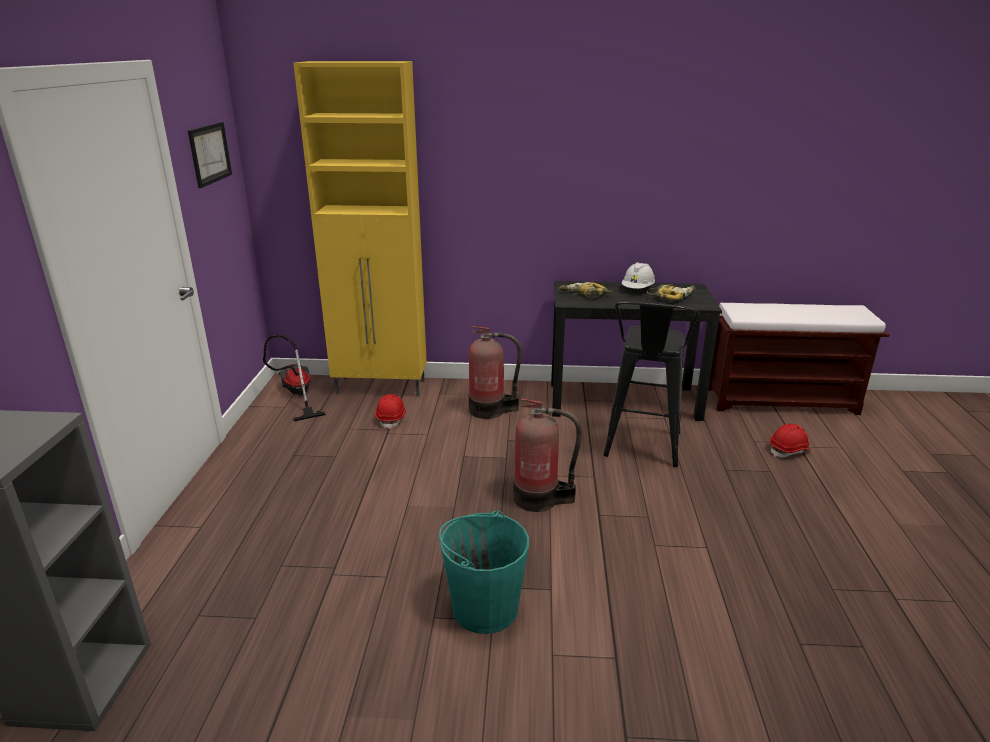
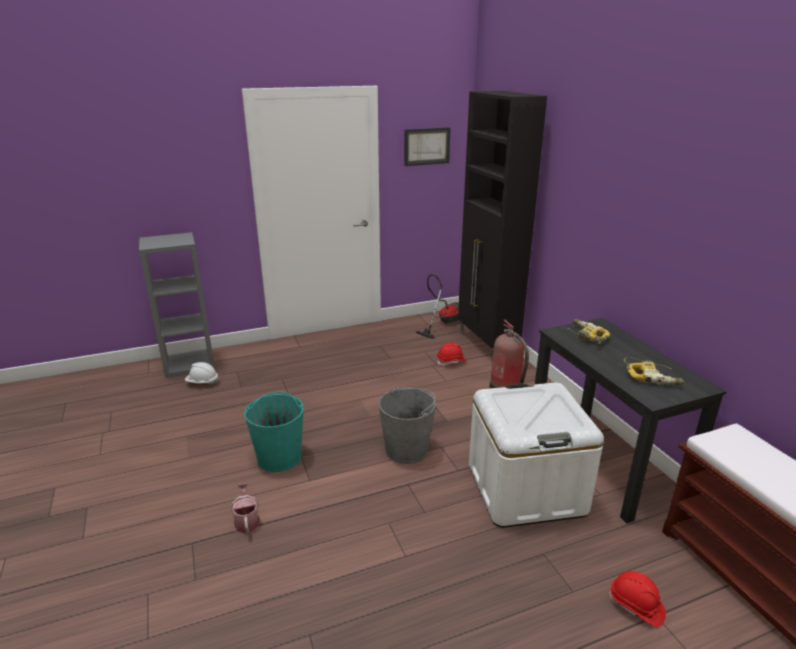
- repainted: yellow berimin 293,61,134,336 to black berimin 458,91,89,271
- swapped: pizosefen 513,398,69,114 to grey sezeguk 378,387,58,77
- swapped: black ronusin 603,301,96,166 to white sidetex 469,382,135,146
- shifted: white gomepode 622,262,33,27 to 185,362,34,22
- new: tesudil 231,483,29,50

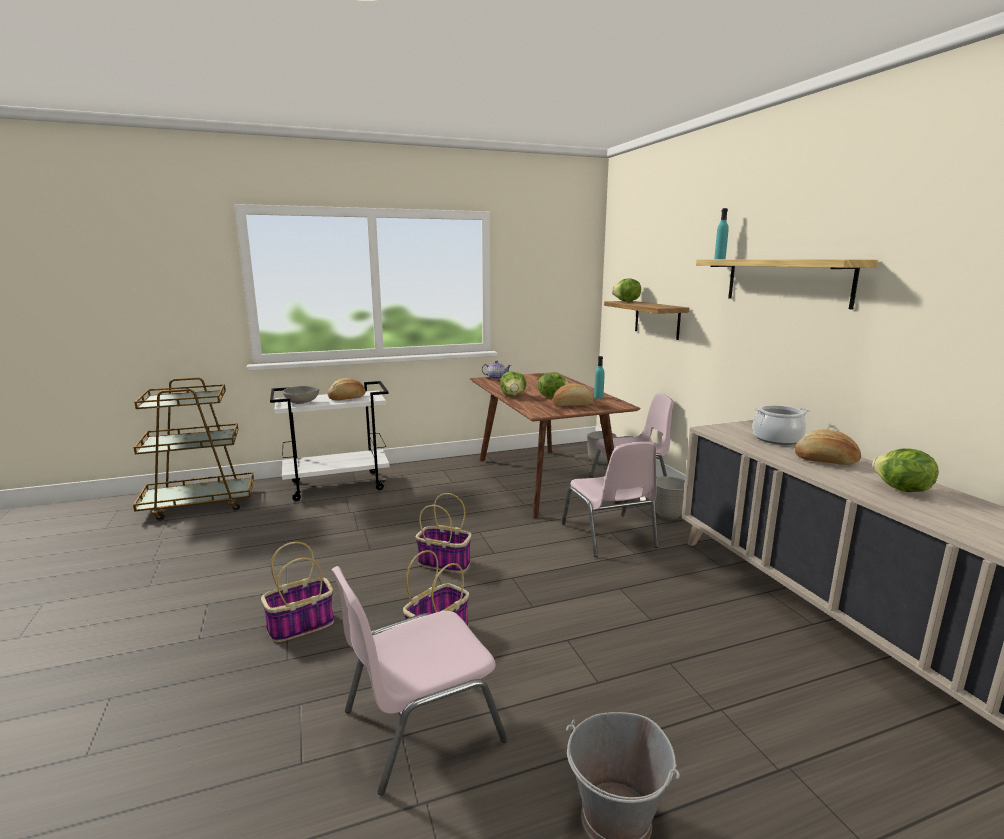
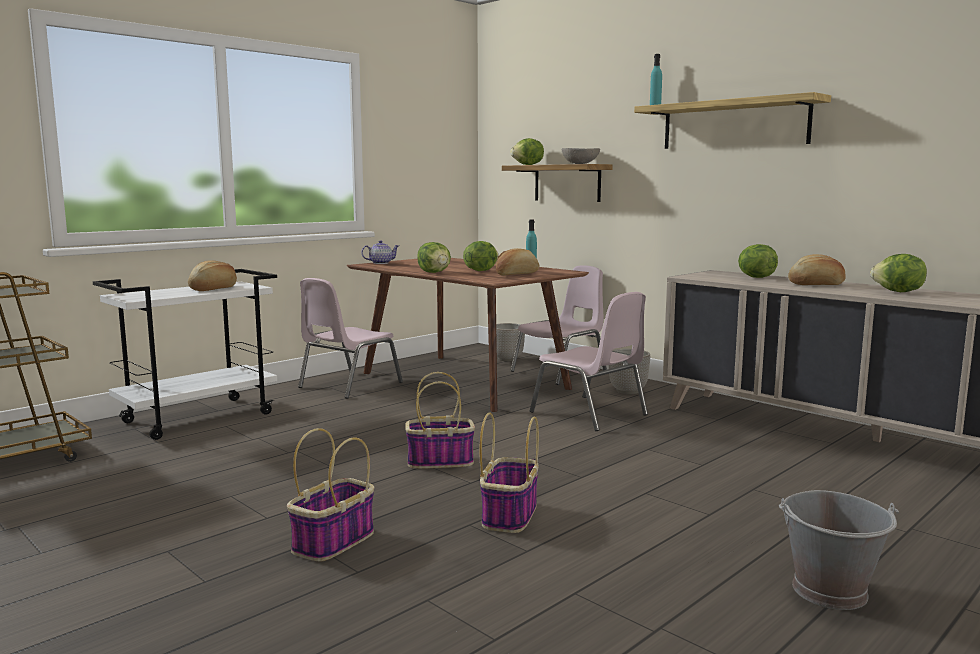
- shifted: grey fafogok 283,386,36,18 to 562,148,38,16
- shifted: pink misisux 331,566,176,230 to 298,278,105,121
- swapped: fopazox 752,405,58,40 to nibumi 738,244,40,34

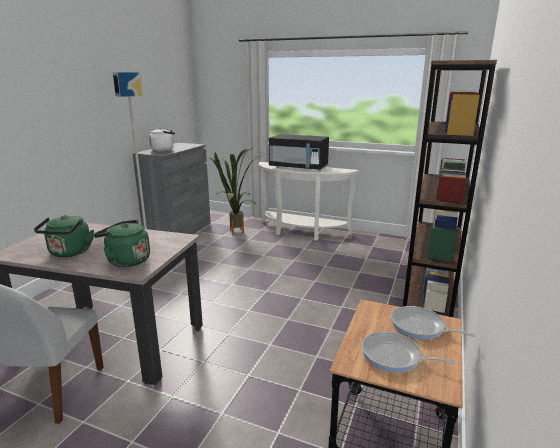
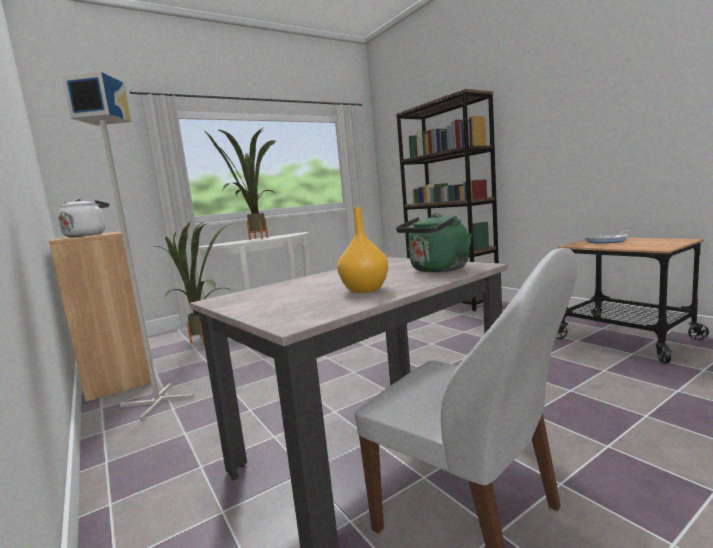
- swapped: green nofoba 34,215,60,42 to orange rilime 337,207,51,86
- repainted: grey berimin 133,143,78,91 to brown berimin 49,232,102,170
- swapped: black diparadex 269,134,60,37 to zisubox 203,128,73,112
- gone: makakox 361,331,94,42

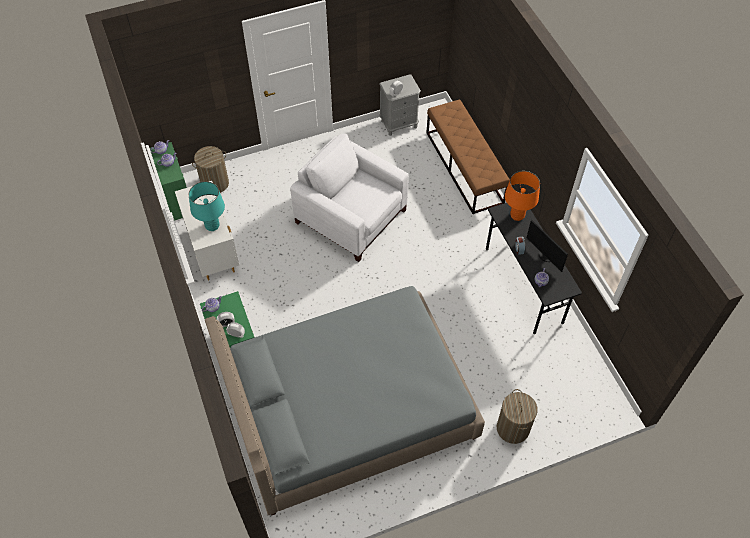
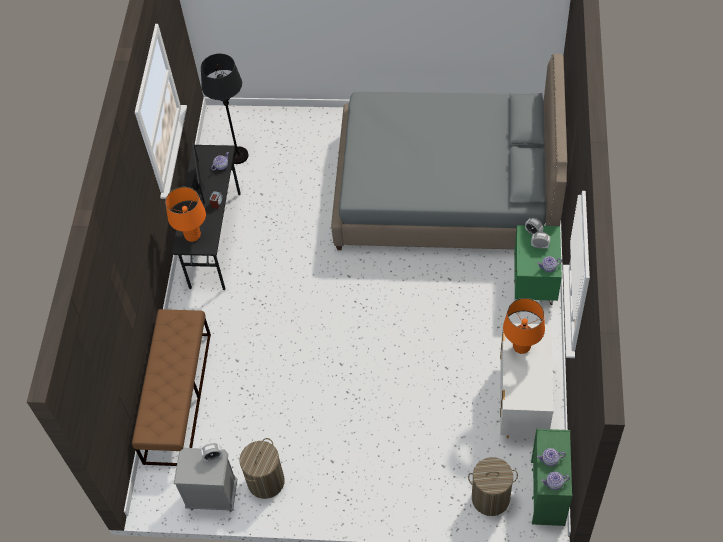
- repainted: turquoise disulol 189,181,36,50 to orange disulol 503,298,42,56
- gone: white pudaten 290,134,119,128
- shifted: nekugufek 497,389,41,55 to 239,438,46,61
- new: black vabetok 201,54,48,110

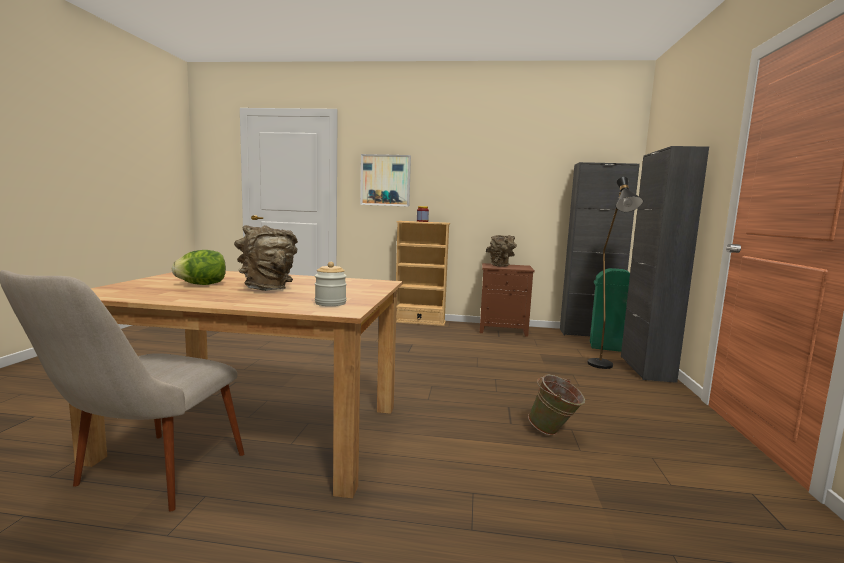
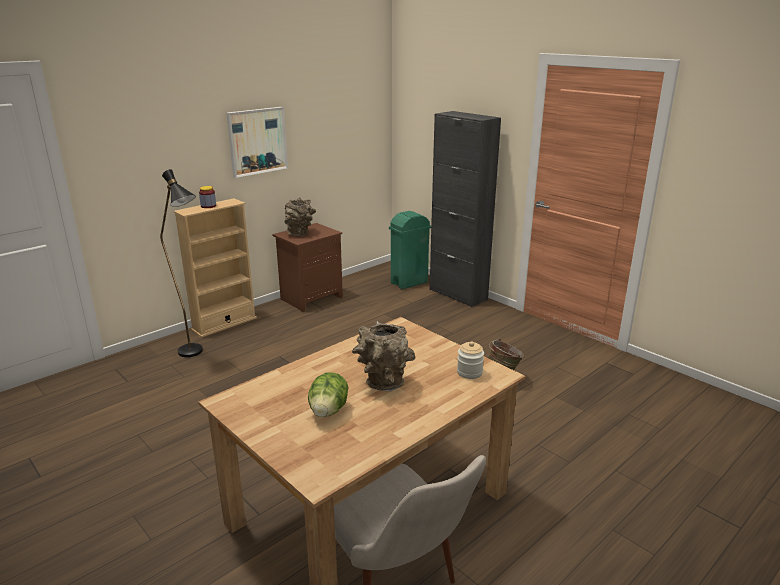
- shifted: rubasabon 360,154,51,53 to 226,107,62,71
- gone: black berimin 560,162,80,174
- shifted: black vabetok 588,177,55,192 to 160,169,43,188

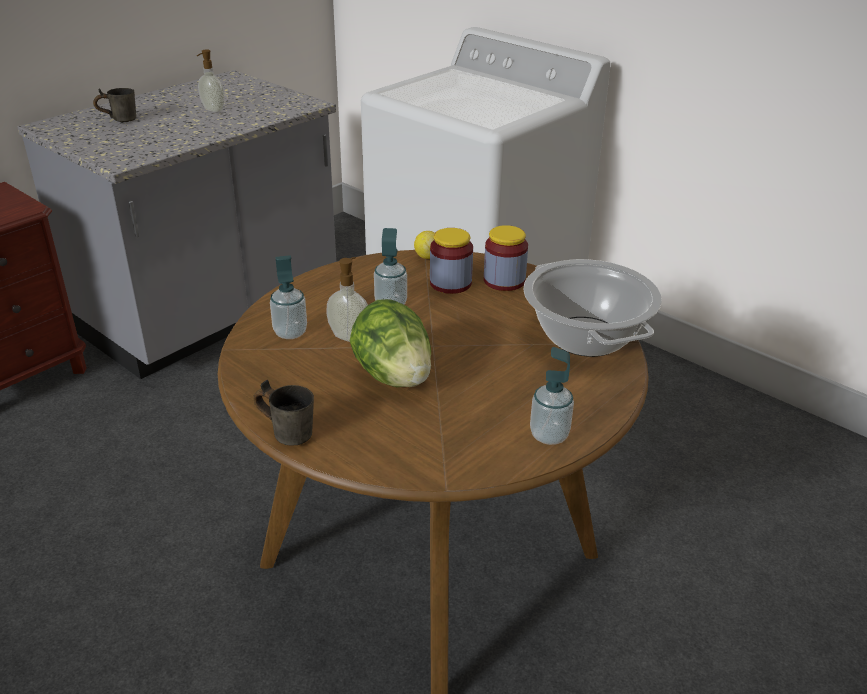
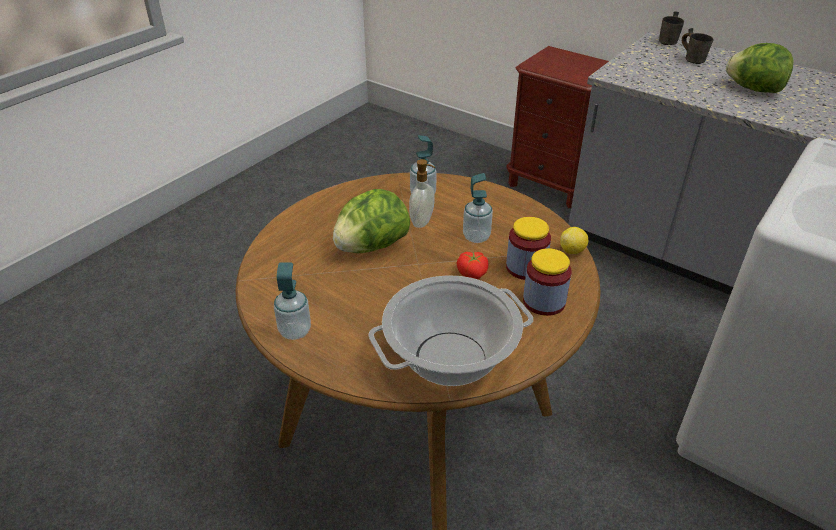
- swapped: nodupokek 197,50,27,62 to nibumi 726,43,68,50
- shifted: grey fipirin 253,380,61,66 to 659,11,25,34
- new: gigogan 457,252,31,27

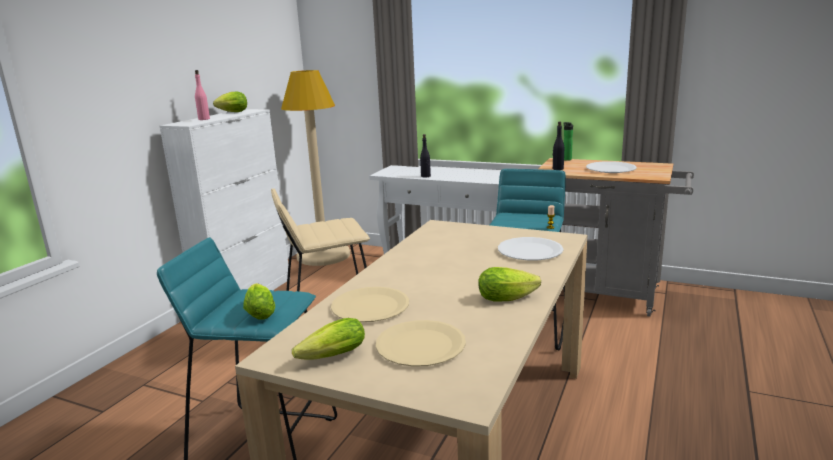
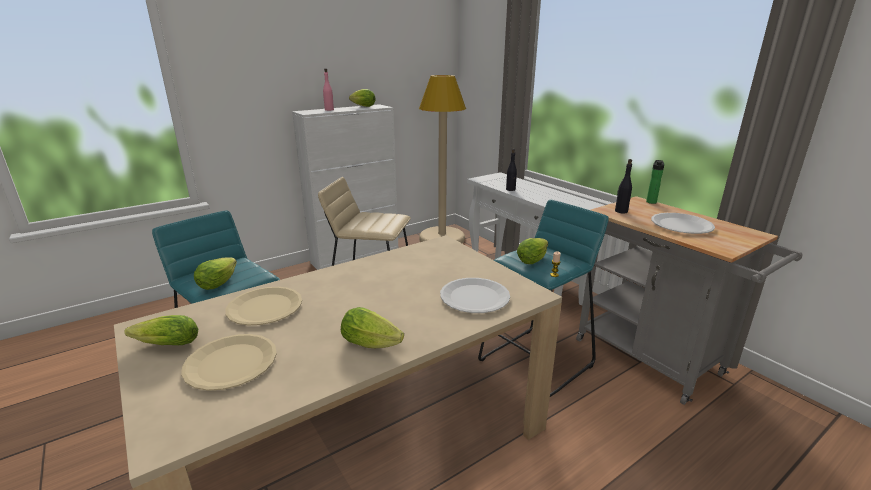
- new: nibumi 517,238,31,26

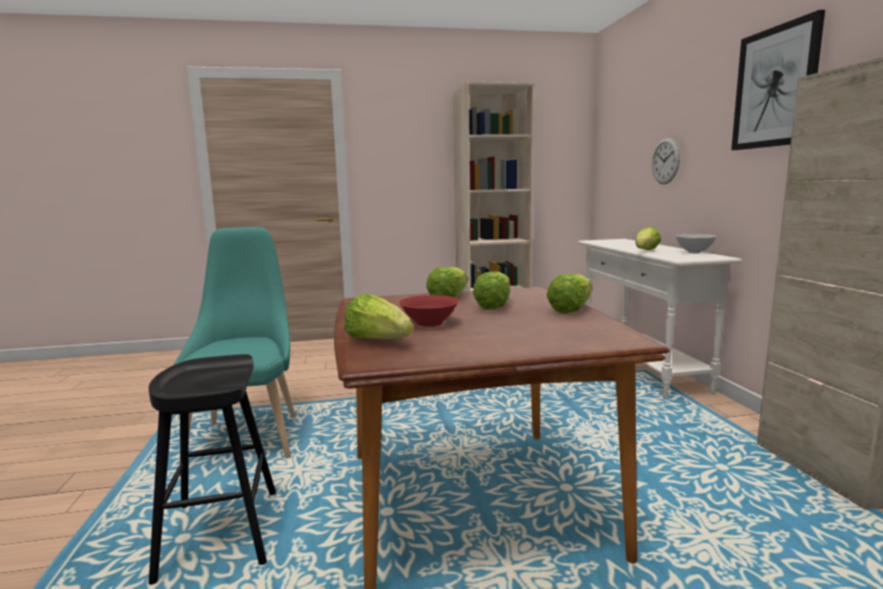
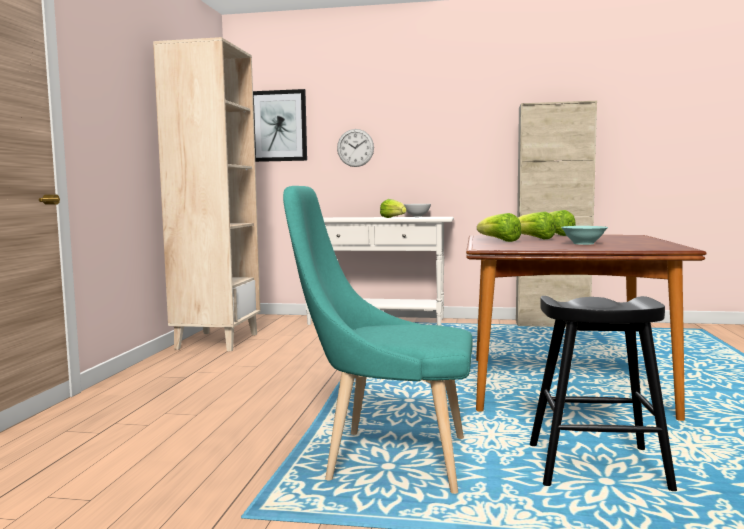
- gone: nibumi 345,294,68,45
- repainted: red fafogok 399,295,60,32 to turquoise fafogok 561,226,47,19
- shifted: rubasabon 731,10,94,140 to 253,89,54,73

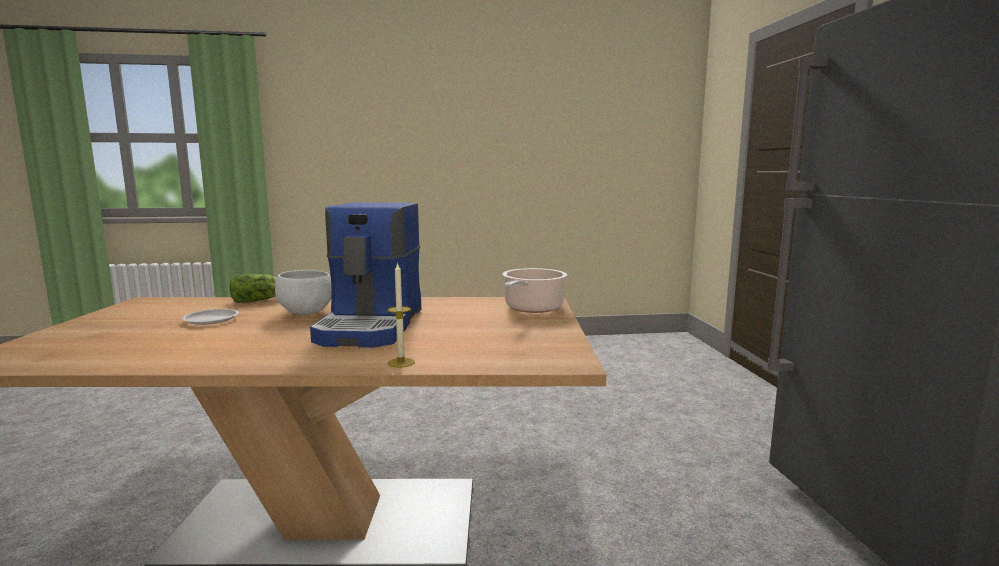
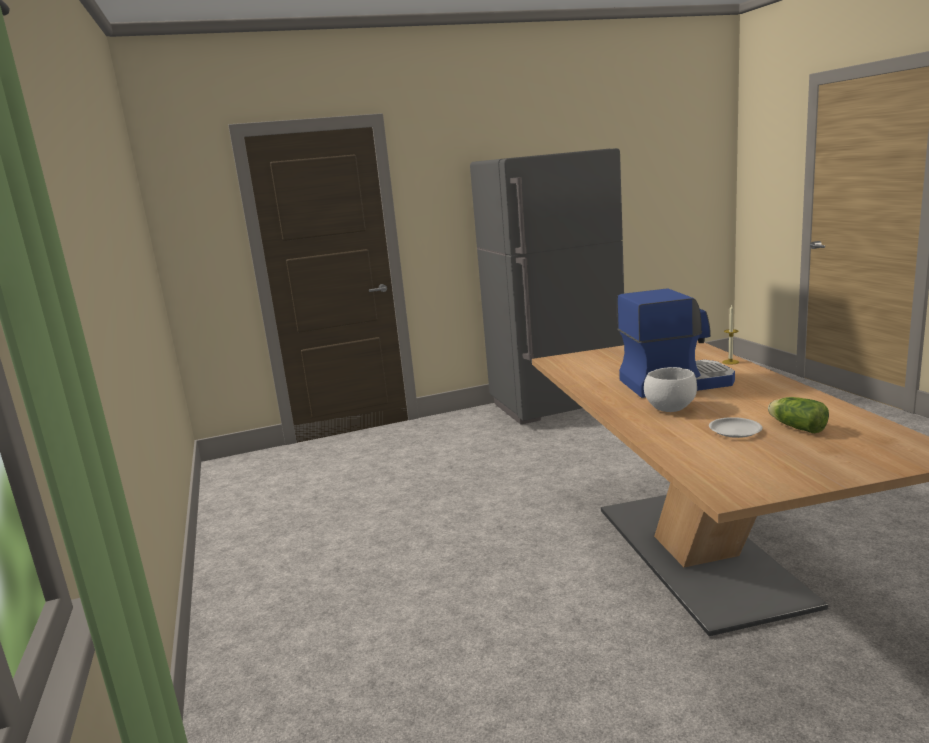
- shifted: nibumi 230,274,47,29 to 768,397,61,36
- gone: fopazox 502,268,65,45

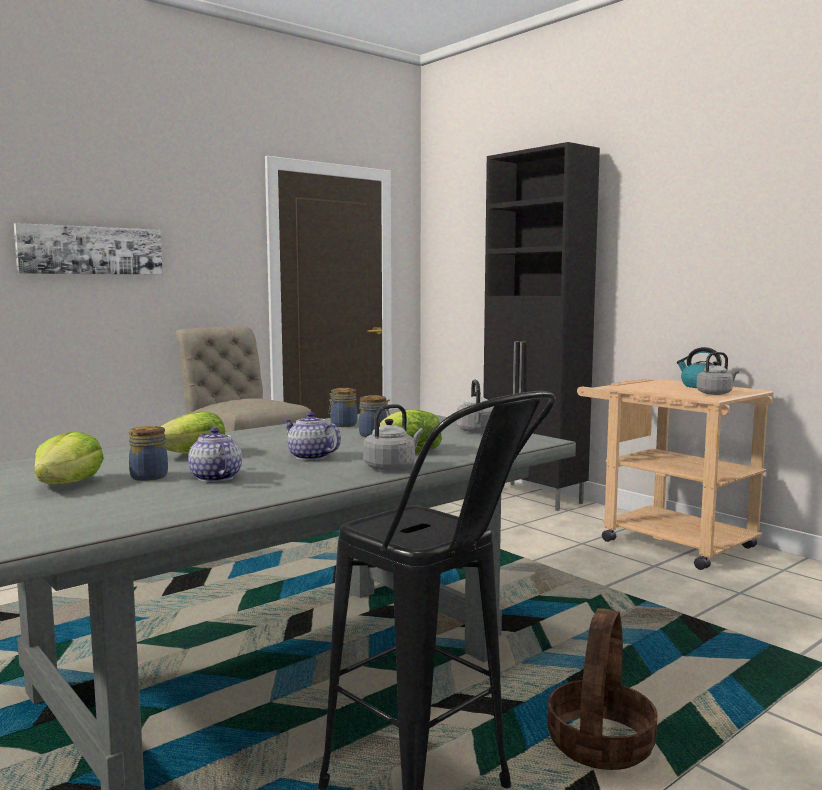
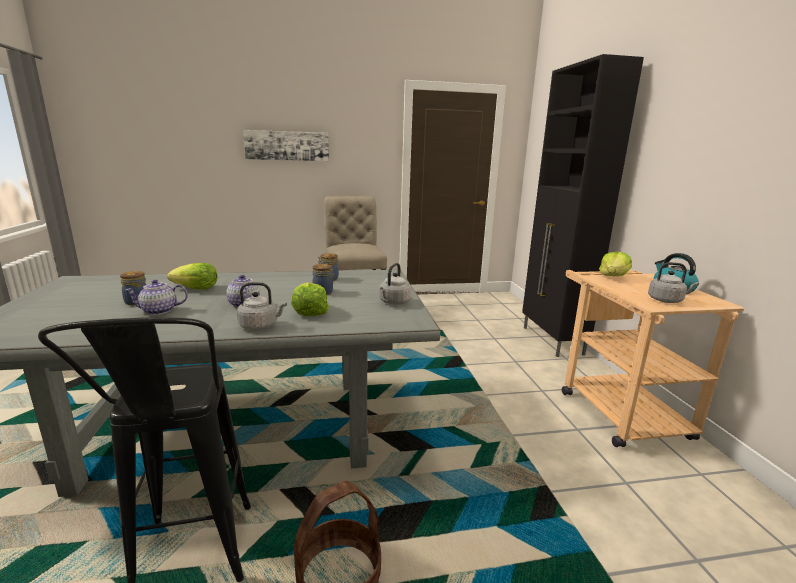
- shifted: nibumi 34,431,70,53 to 599,252,33,24
- rotated: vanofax 188,428,54,54 = 125,280,63,35 105 degrees counterclockwise

